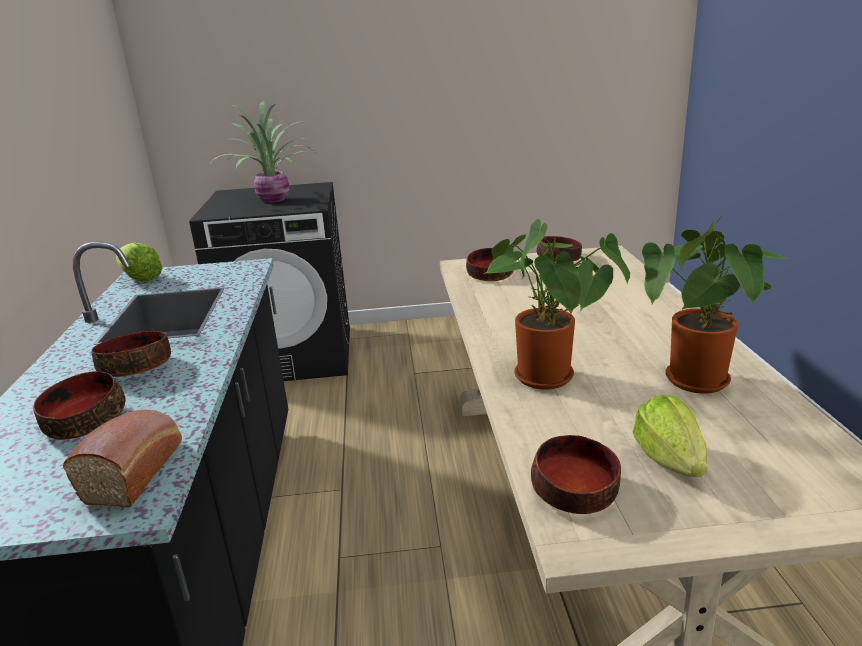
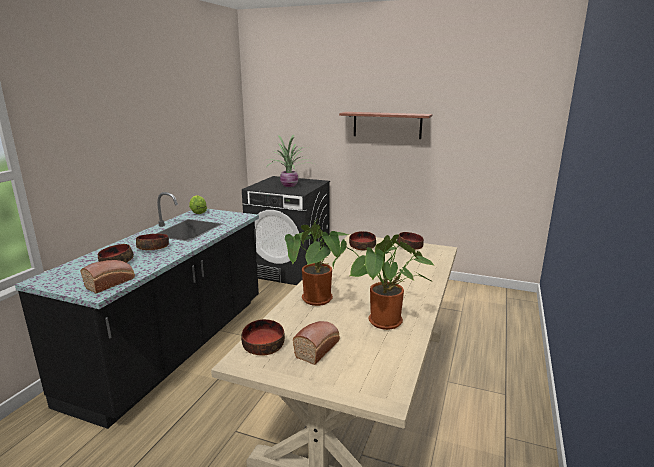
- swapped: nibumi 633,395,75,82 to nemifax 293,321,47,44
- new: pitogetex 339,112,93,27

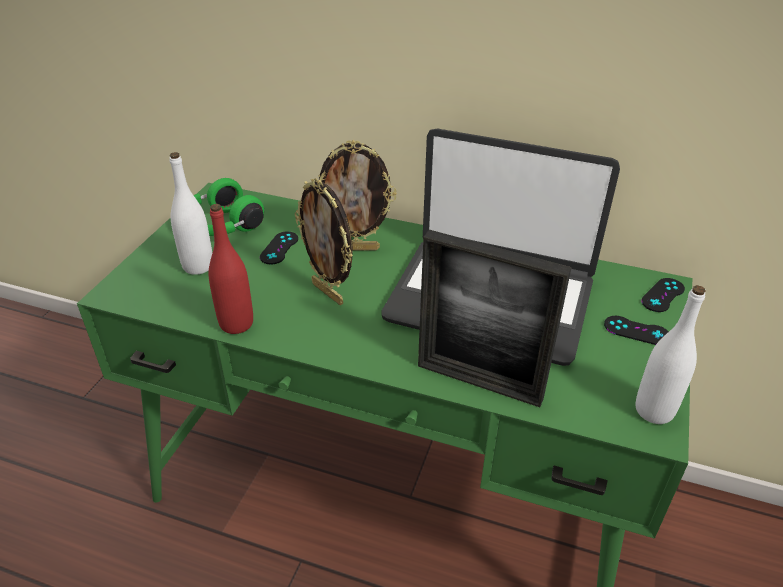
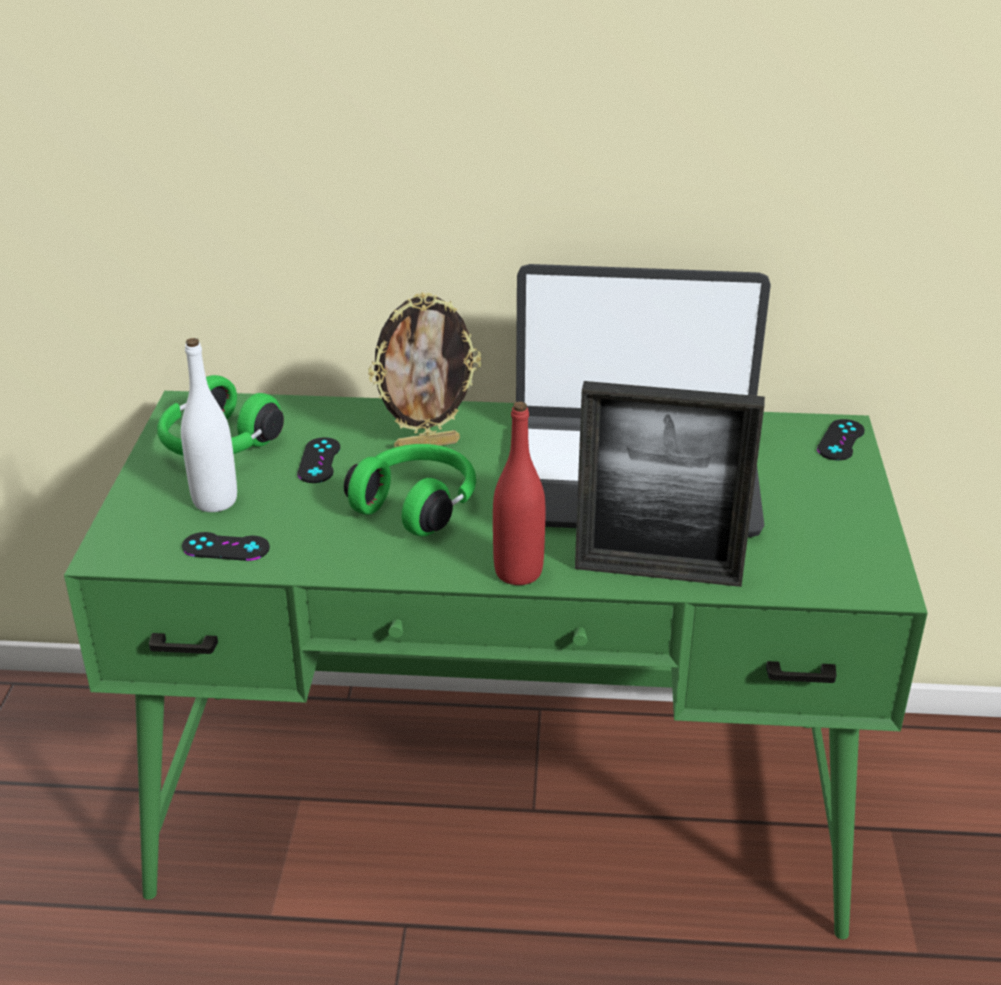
- shifted: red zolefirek 208,204,45,130 to 493,401,52,184
- swapped: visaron 295,178,58,127 to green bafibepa 344,444,132,92
- shifted: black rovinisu 604,316,65,29 to 182,532,88,29
- gone: white zolefirek 636,285,70,139

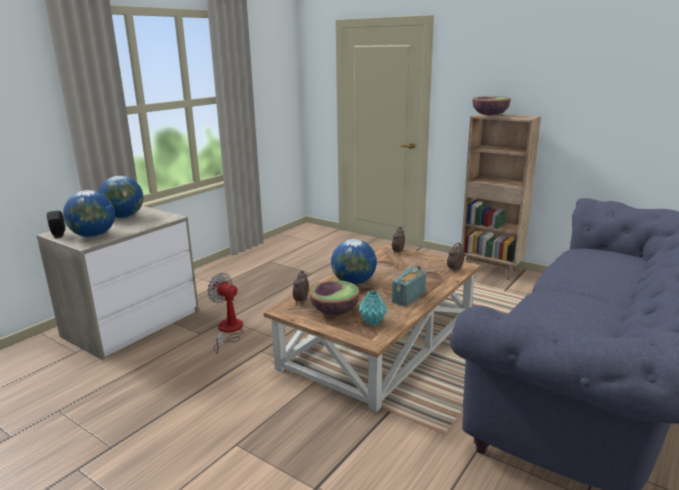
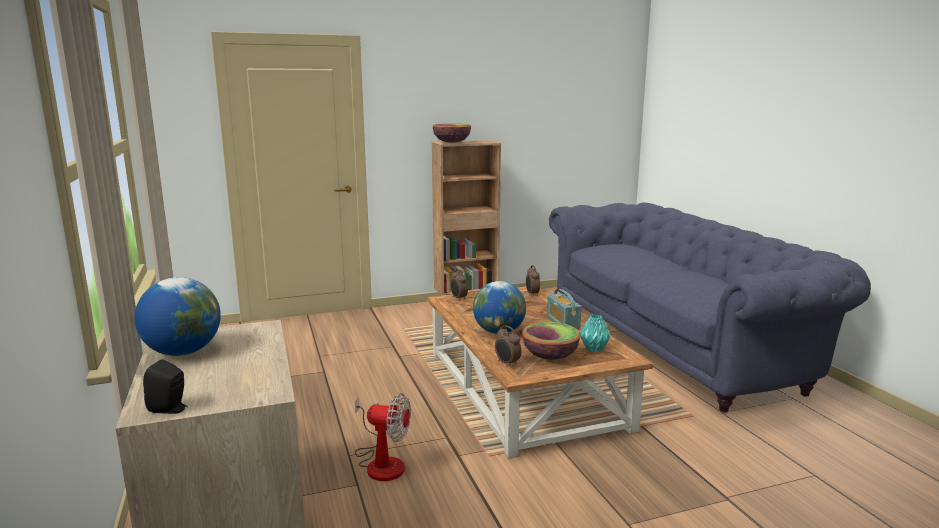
- gone: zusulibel 63,190,52,47
- rotated: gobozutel 207,273,37,81 = 355,393,56,88 150 degrees counterclockwise

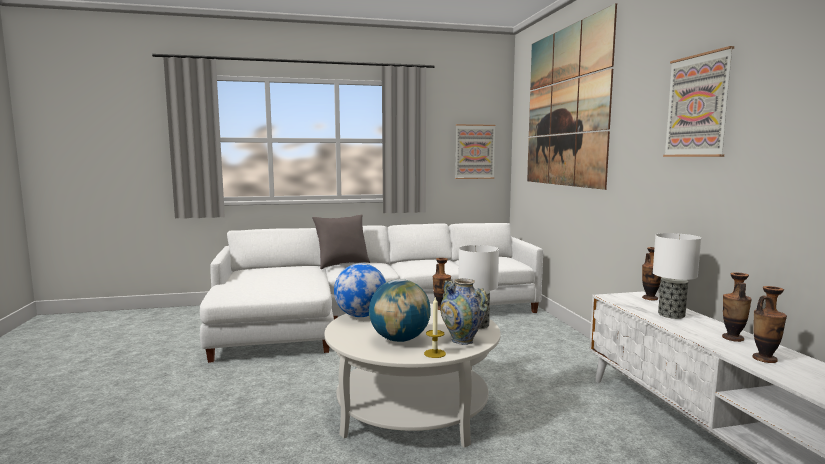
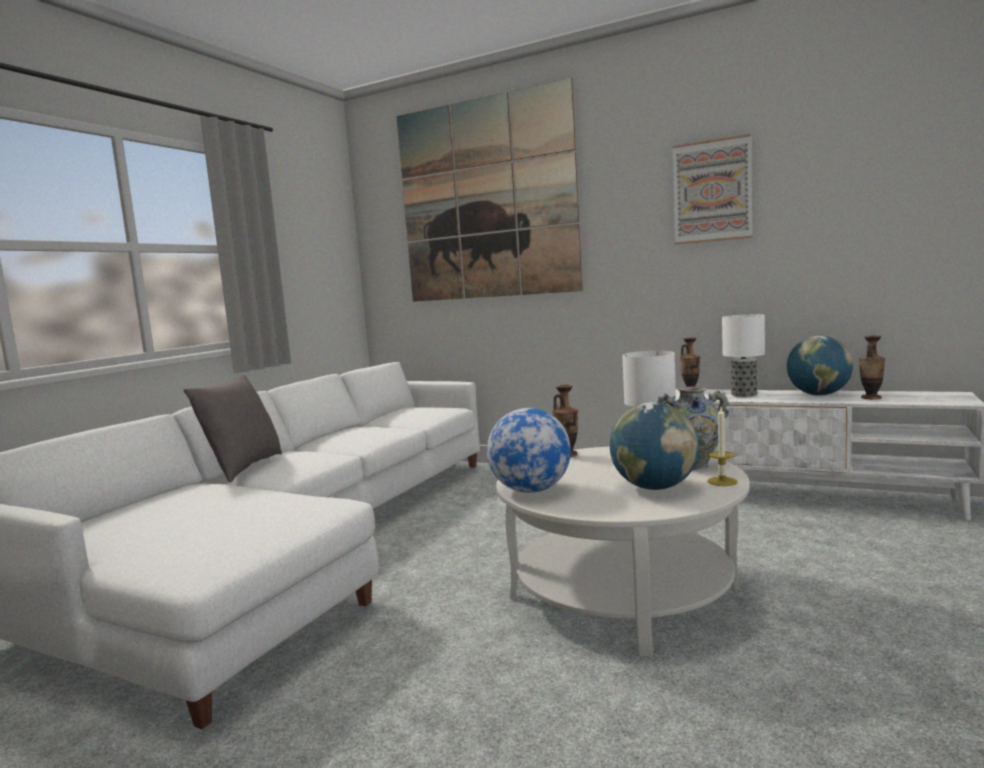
- gone: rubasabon 455,124,41,55
- swapped: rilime 722,272,30,70 to zusulibel 787,336,66,60

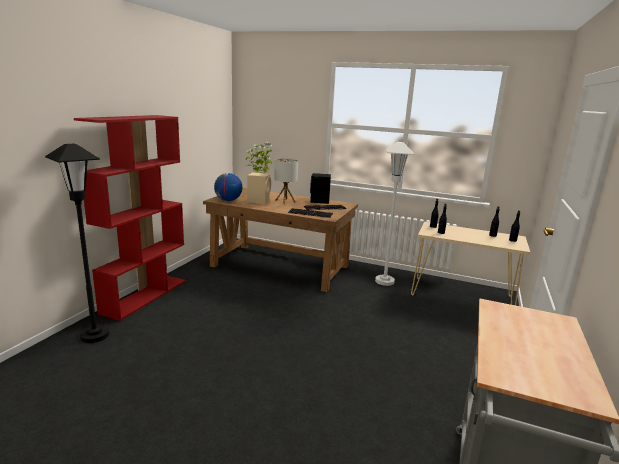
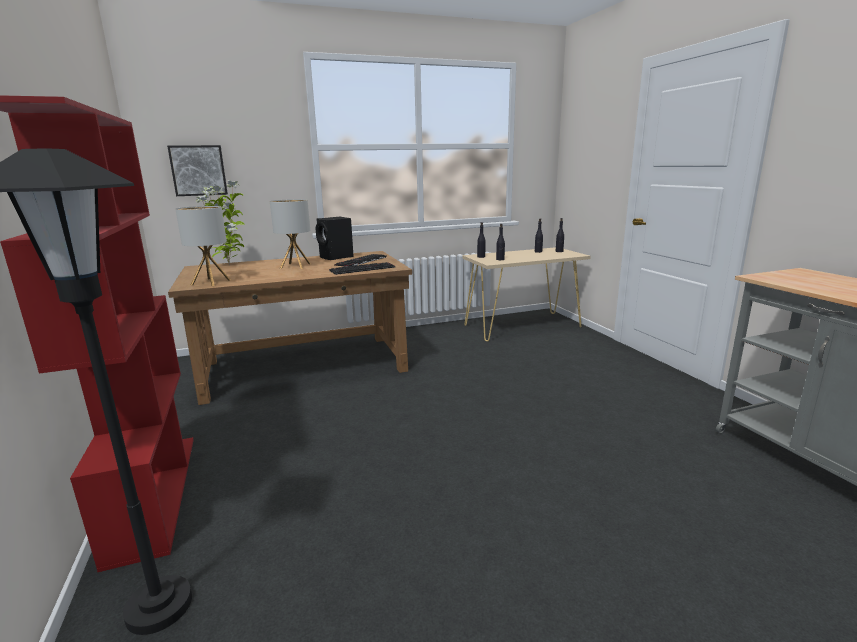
- swapped: zusulibel 214,173,28,28 to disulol 175,206,56,80
- gone: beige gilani 247,172,24,32
- gone: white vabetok 375,142,39,144
- new: rubasabon 167,145,61,51

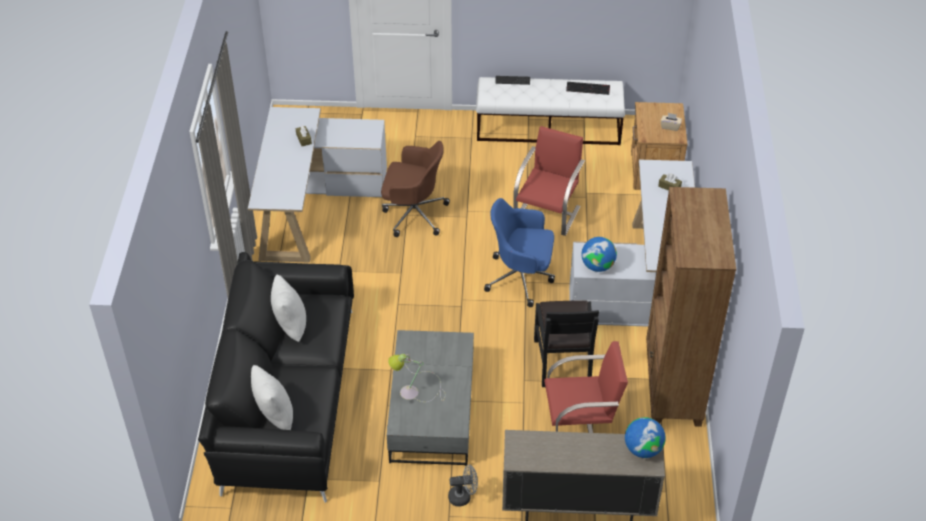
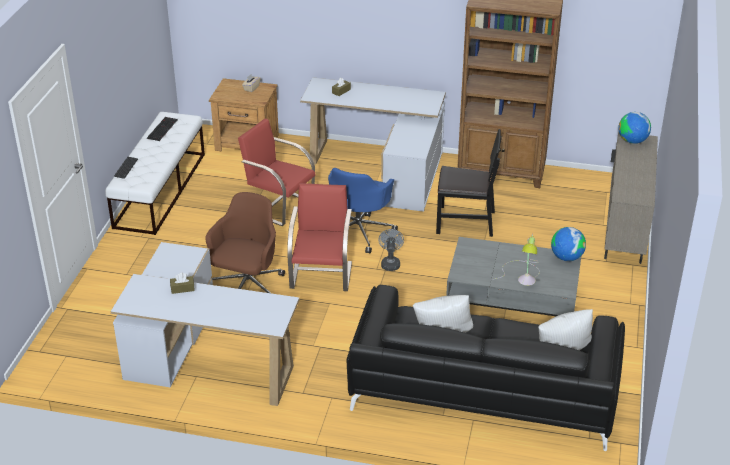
- shifted: grey gobozutel 448,465,30,41 to 378,229,26,42
- shifted: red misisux 544,341,84,92 to 287,183,65,108
- shifted: zusulibel 582,237,35,35 to 551,227,35,34

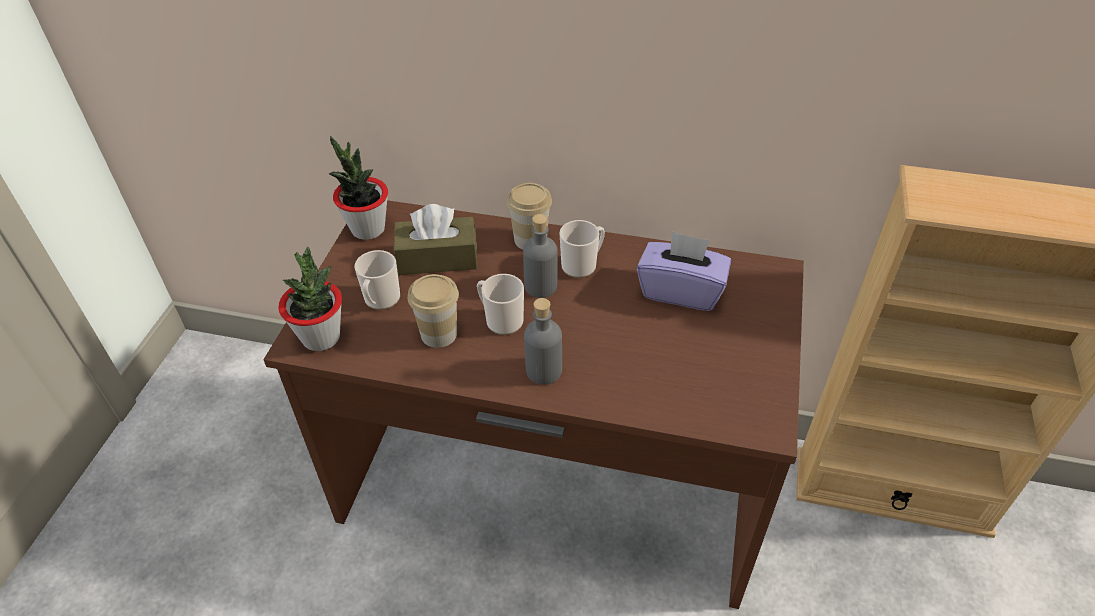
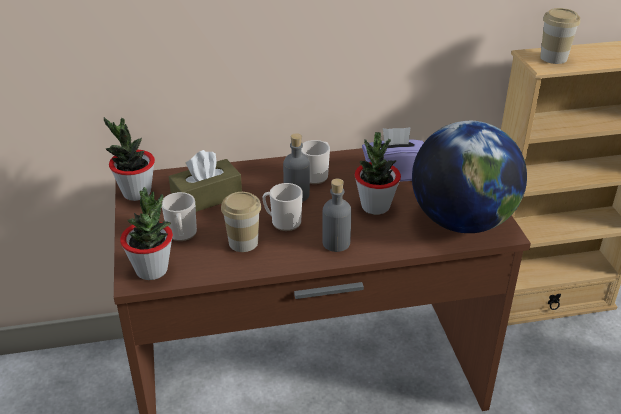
- shifted: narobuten 507,183,45,66 to 540,8,40,56
- new: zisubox 355,132,46,83
- new: zusulibel 412,121,115,112

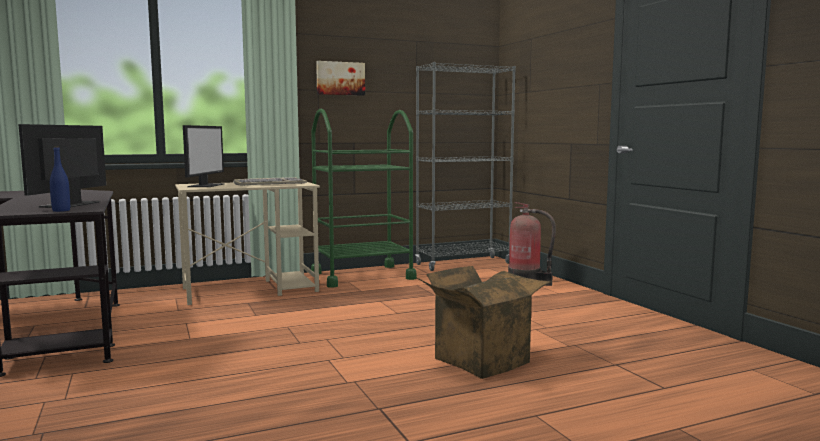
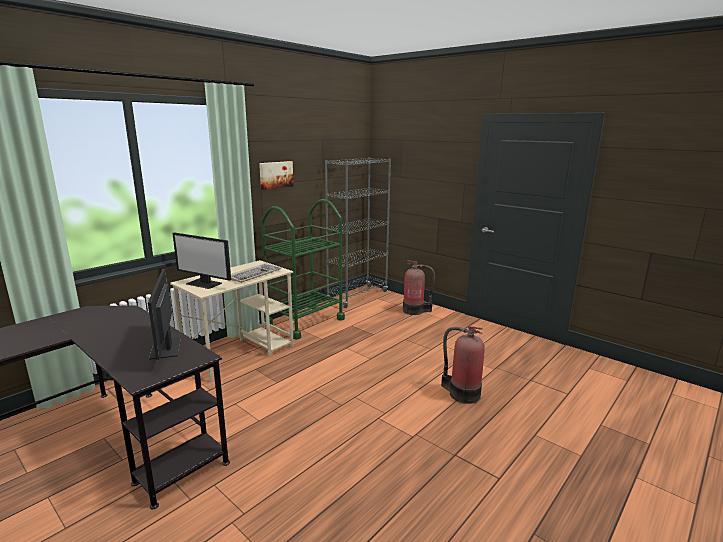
- gone: blue zolefirek 50,146,20,66
- rotated: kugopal 183,125,41,62 = 173,232,58,57 135 degrees clockwise
- swapped: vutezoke 416,266,135,113 to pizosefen 441,326,44,78

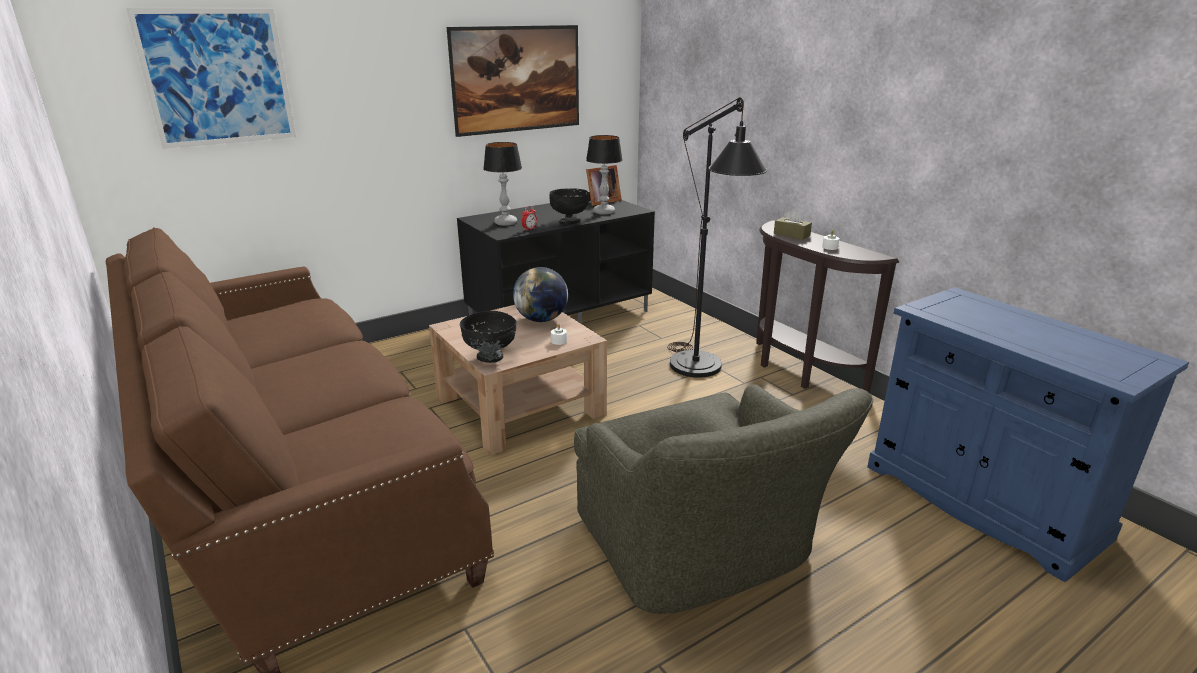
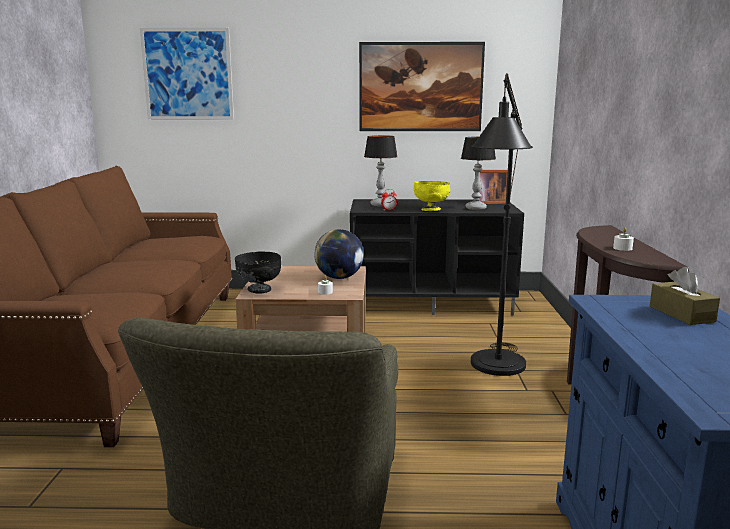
- repainted: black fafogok 549,188,40,36 to yellow fafogok 414,181,36,30
- shifted: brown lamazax 774,208,38,32 to 650,267,70,58

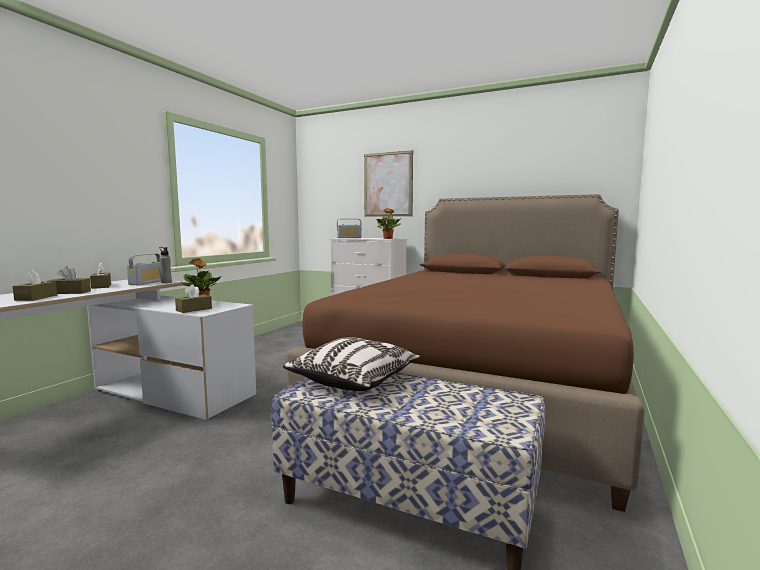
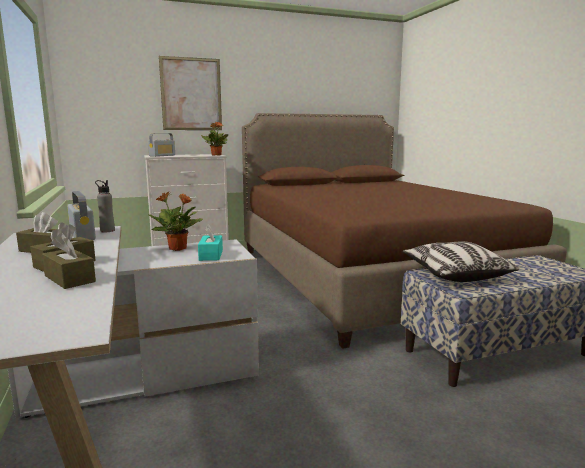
- repainted: brown lamazax 175,284,37,29 to turquoise lamazax 198,224,25,37

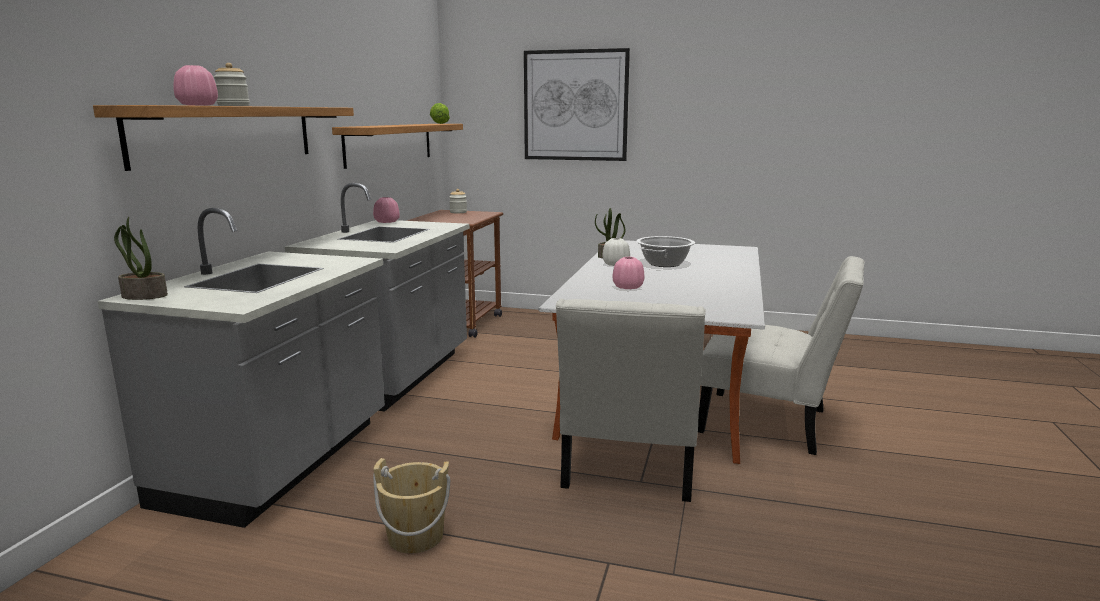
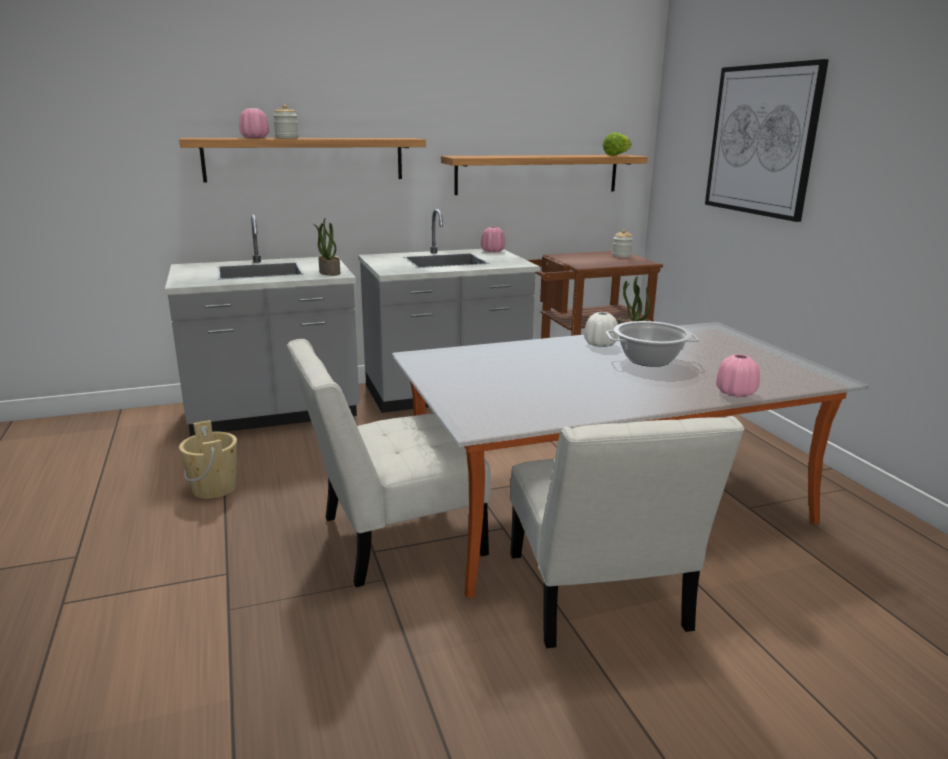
- shifted: zisubox 114,217,54,83 to 313,219,27,57
- shifted: pink rilime 613,257,31,32 to 716,354,44,43

